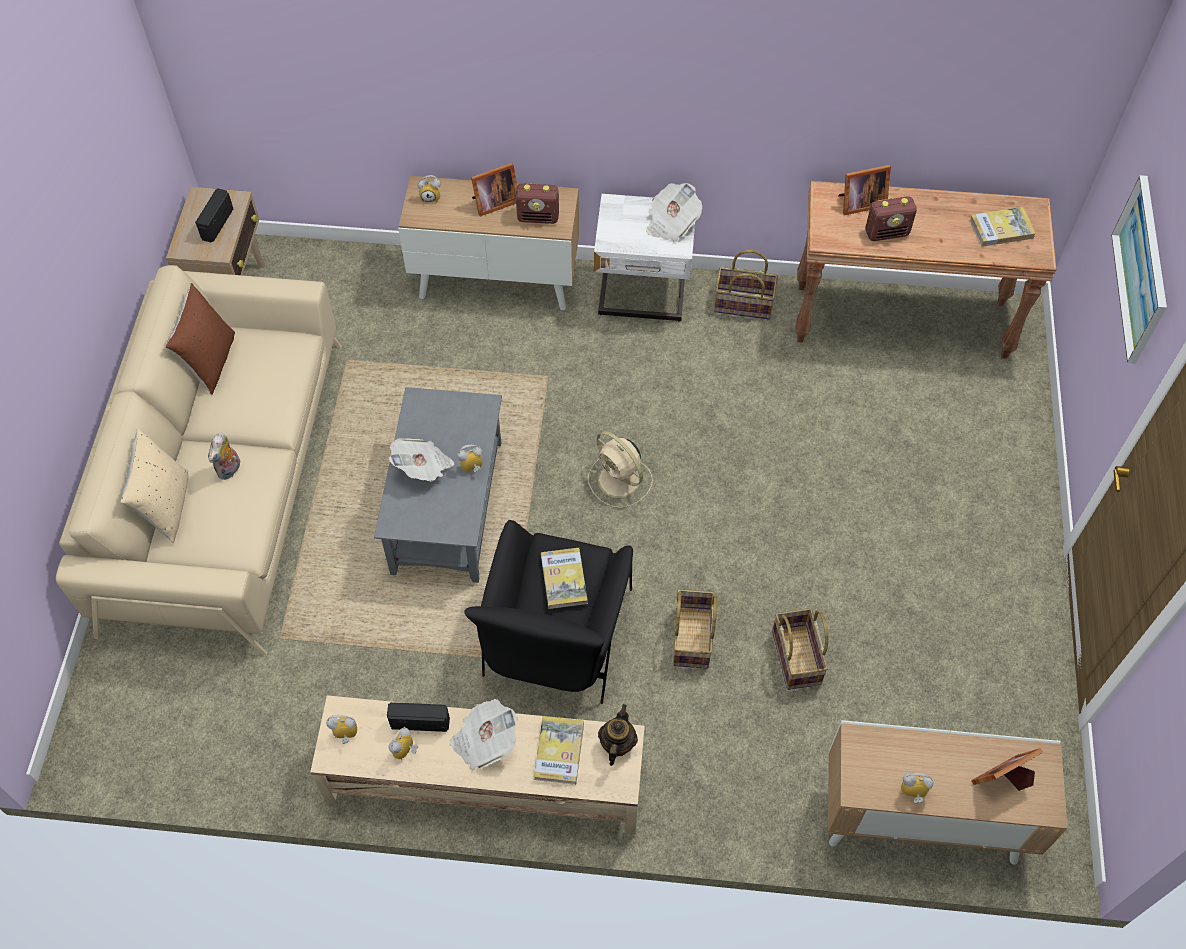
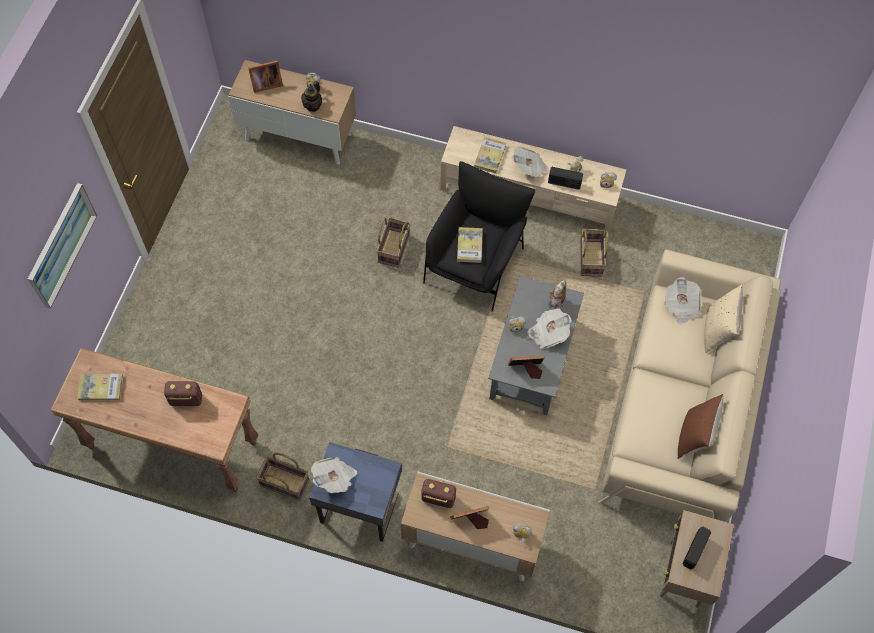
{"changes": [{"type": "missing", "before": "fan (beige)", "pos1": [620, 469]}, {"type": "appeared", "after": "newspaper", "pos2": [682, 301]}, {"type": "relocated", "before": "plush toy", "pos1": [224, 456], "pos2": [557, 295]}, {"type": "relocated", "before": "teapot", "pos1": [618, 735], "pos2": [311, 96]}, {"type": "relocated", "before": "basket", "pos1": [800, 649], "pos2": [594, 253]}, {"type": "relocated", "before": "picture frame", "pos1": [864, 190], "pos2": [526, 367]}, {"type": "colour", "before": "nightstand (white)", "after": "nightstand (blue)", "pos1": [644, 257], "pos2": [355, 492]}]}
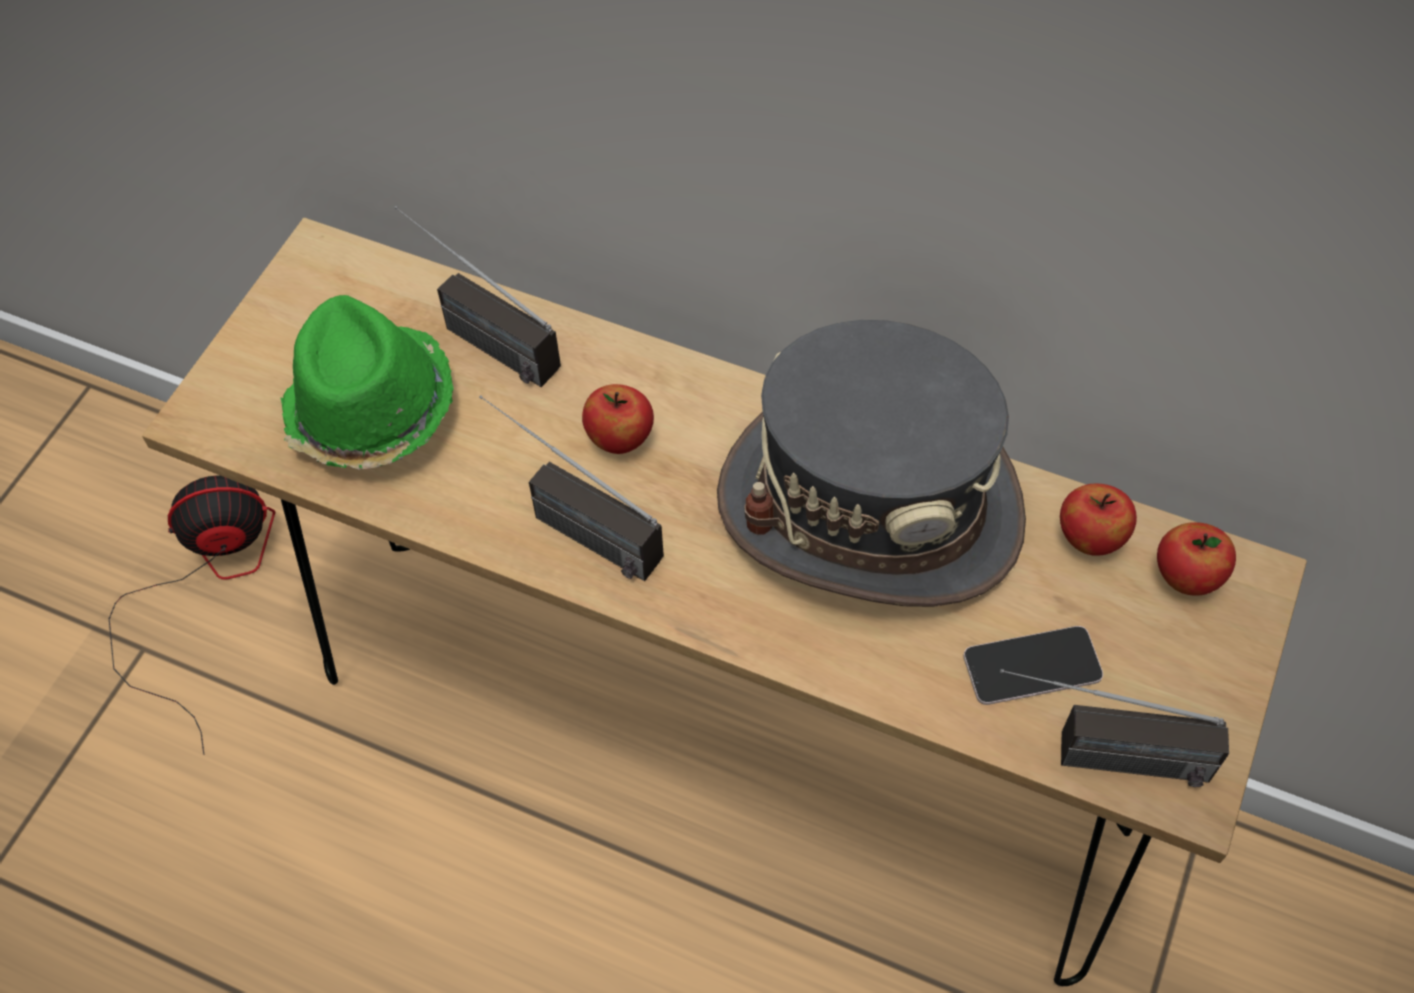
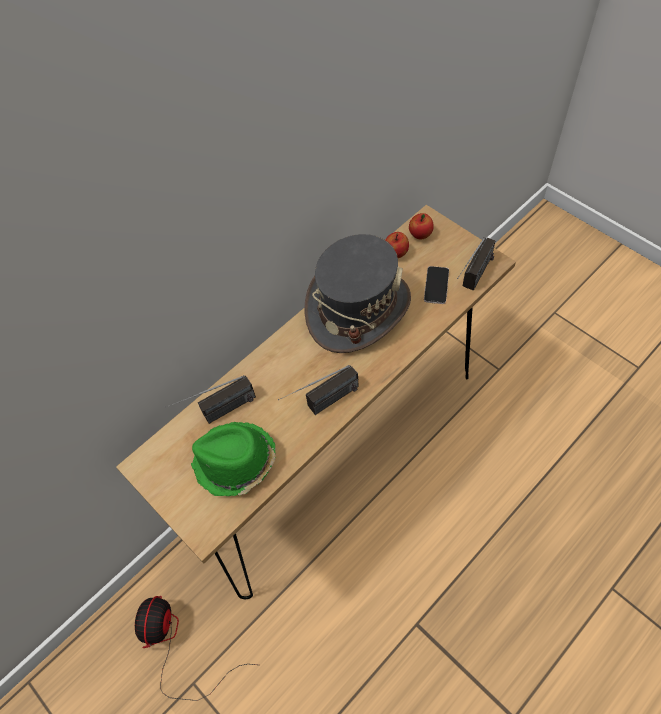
{"changes": [{"type": "missing", "before": "apple", "pos1": [618, 419]}]}
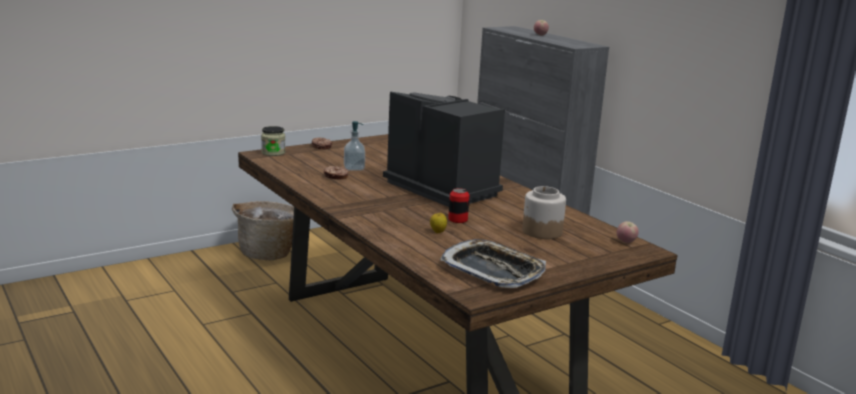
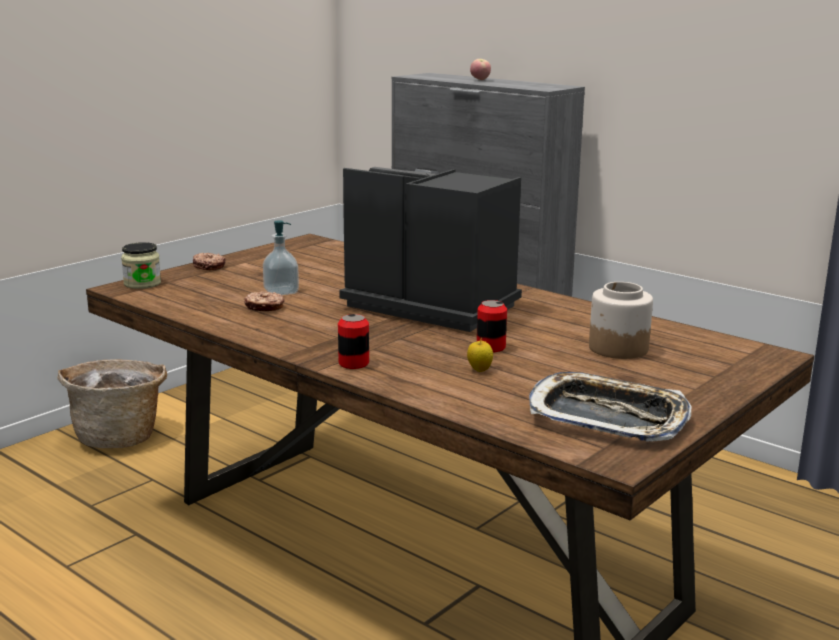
{"changes": [{"type": "missing", "before": "apple", "pos1": [627, 232]}, {"type": "appeared", "after": "can", "pos2": [353, 341]}]}
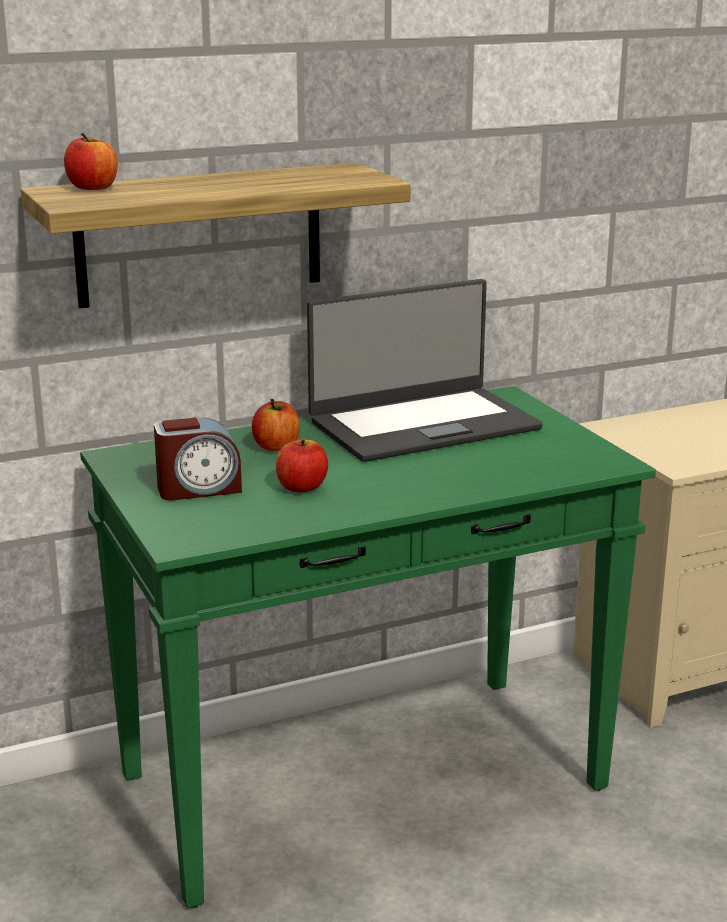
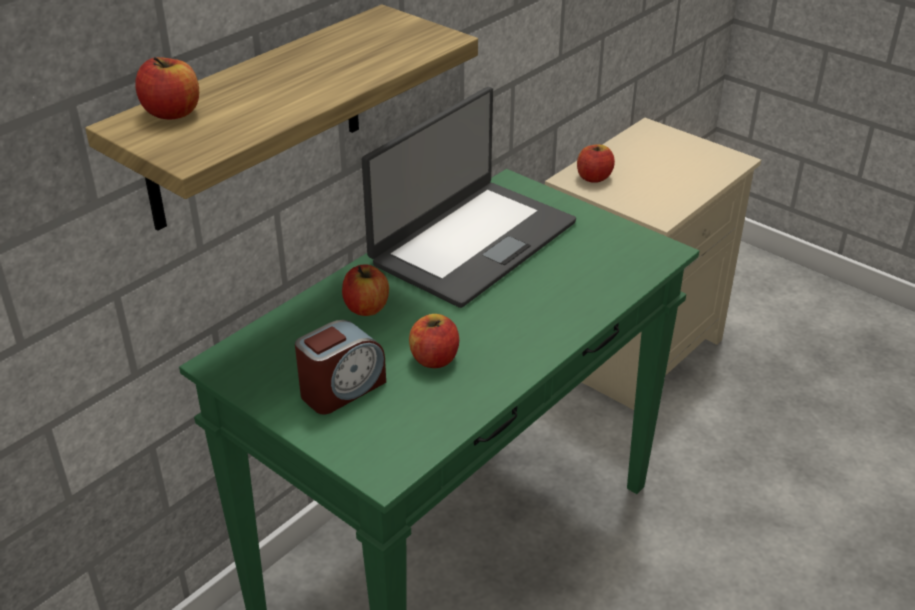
{"changes": [{"type": "appeared", "after": "apple", "pos2": [596, 163]}]}
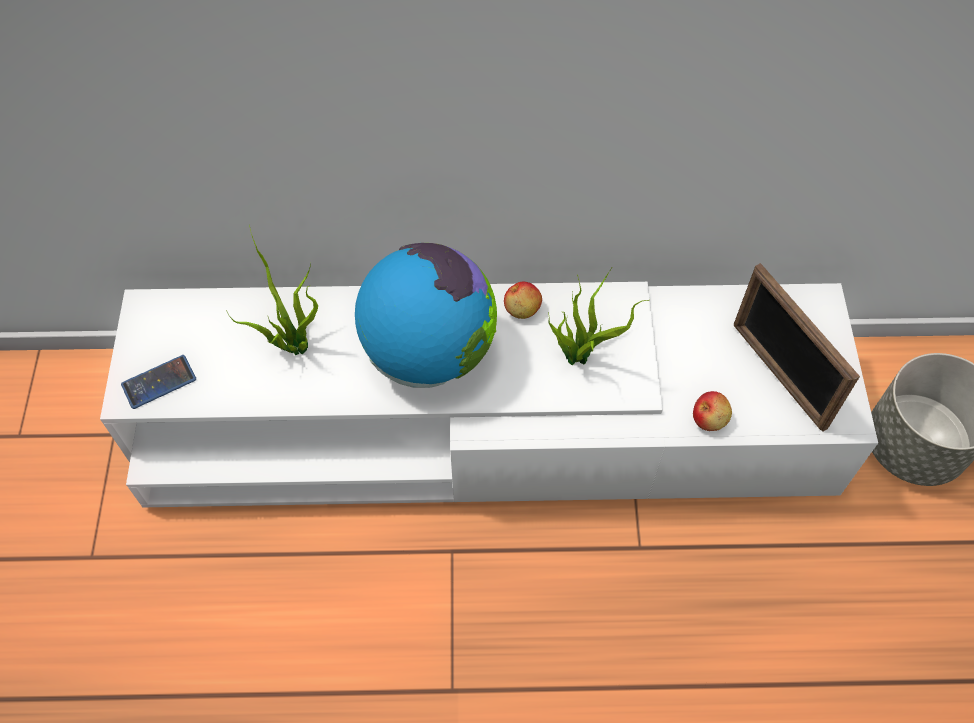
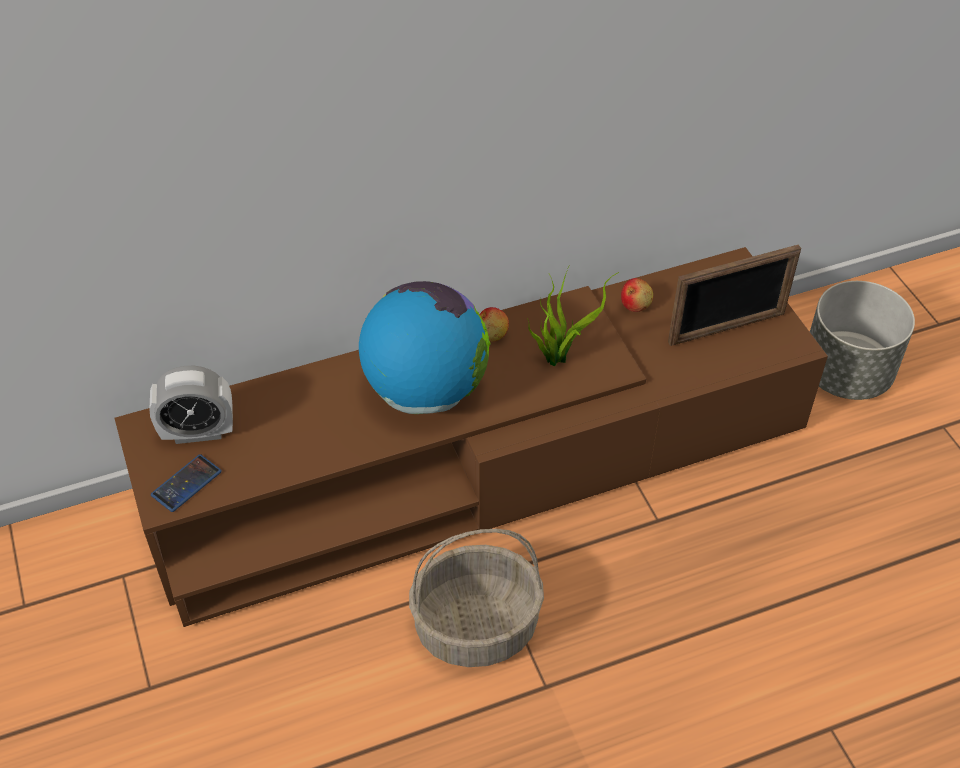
{"changes": [{"type": "missing", "before": "potted plant", "pos1": [272, 290]}, {"type": "appeared", "after": "alarm clock", "pos2": [191, 405]}, {"type": "appeared", "after": "basket", "pos2": [476, 598]}, {"type": "relocated", "before": "apple", "pos1": [712, 411], "pos2": [637, 295]}, {"type": "colour", "before": "tv stand (white)", "after": "tv stand (brown)", "pos1": [489, 394], "pos2": [471, 437]}, {"type": "spun", "before": "picture frame", "pos1": [797, 347], "pos2": [734, 295], "turn": -60}]}
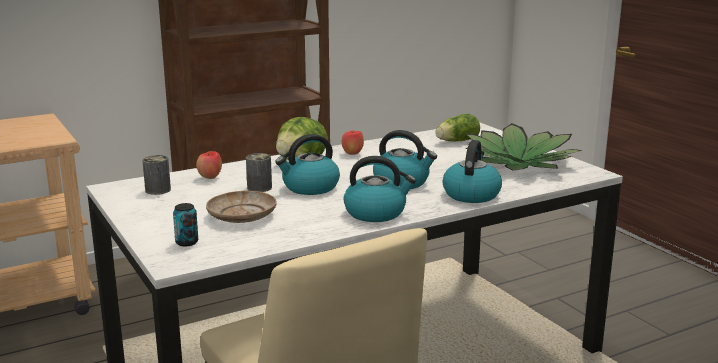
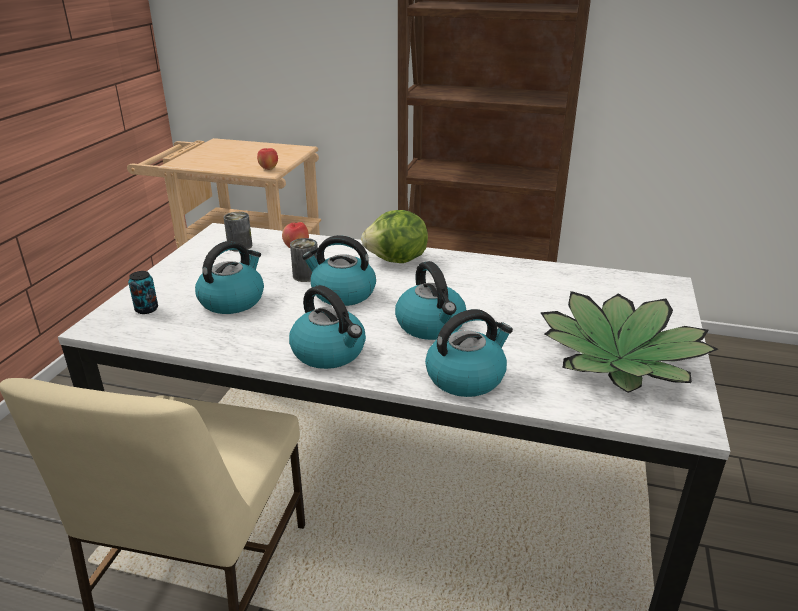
{"changes": [{"type": "missing", "before": "lettuce", "pos1": [457, 128]}, {"type": "relocated", "before": "apple", "pos1": [353, 142], "pos2": [267, 159]}, {"type": "exchanged", "before": "plate (beige)", "after": "kettle", "pos1": [241, 207], "pos2": [229, 277]}]}
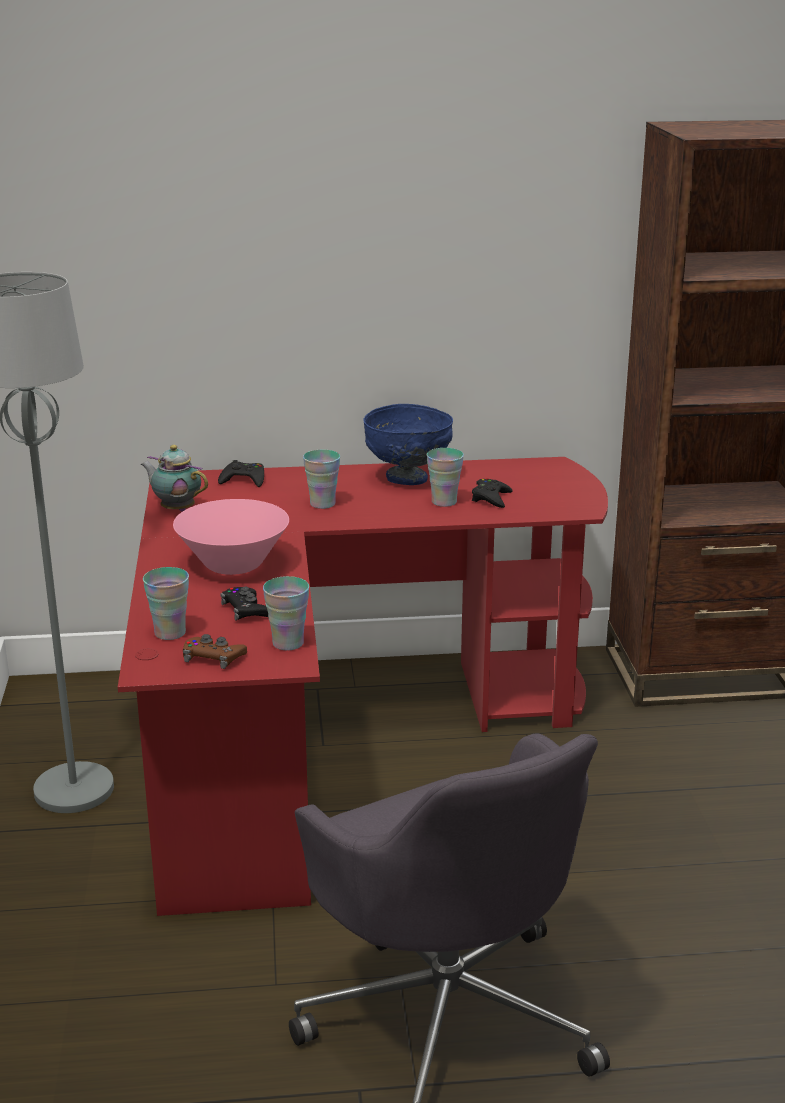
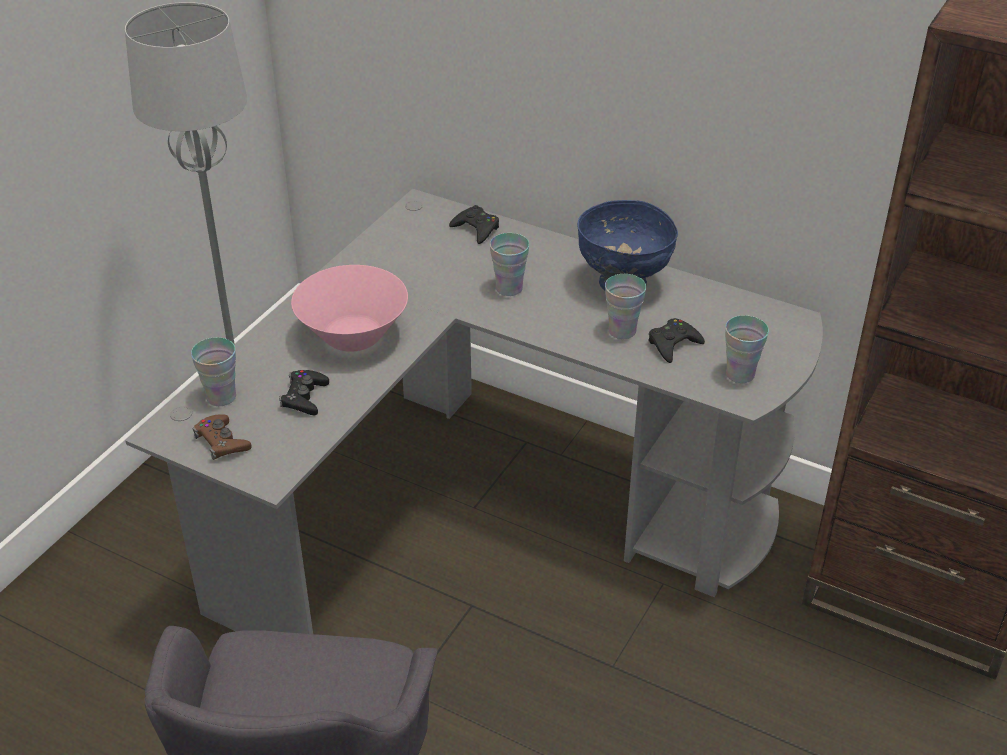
{"changes": [{"type": "missing", "before": "teapot", "pos1": [174, 478]}, {"type": "relocated", "before": "cup", "pos1": [286, 613], "pos2": [747, 349]}, {"type": "colour", "before": "desk (red)", "after": "desk (grey)", "pos1": [363, 686], "pos2": [474, 411]}]}
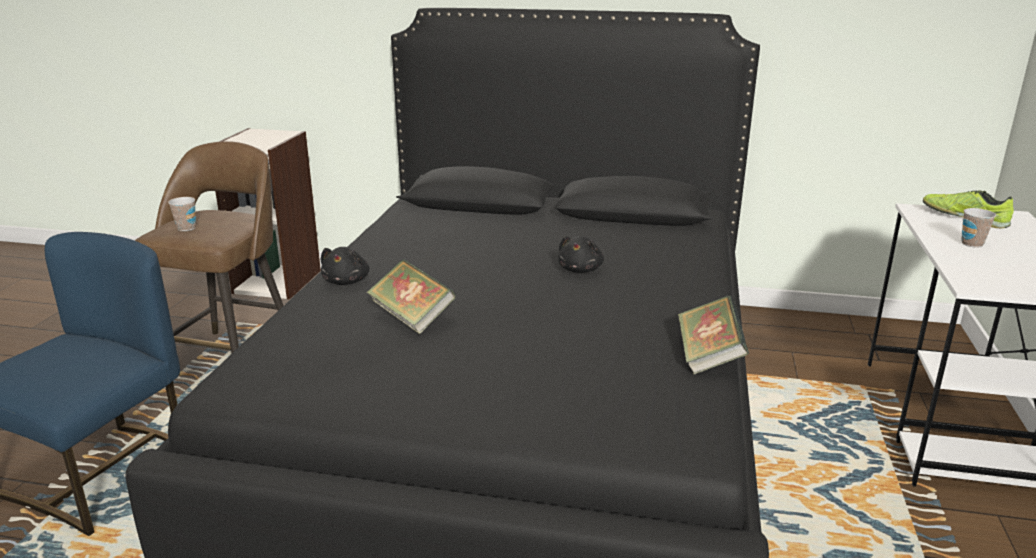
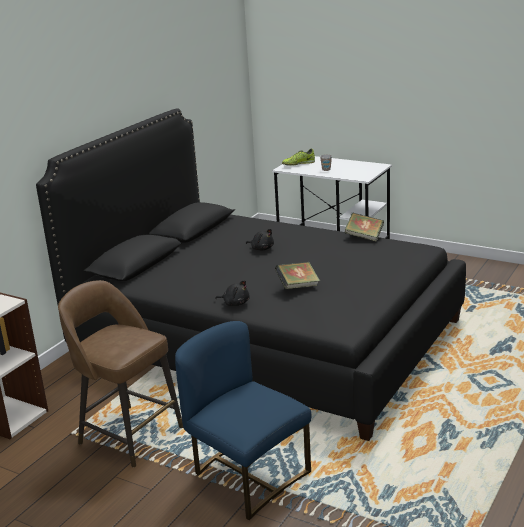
{"changes": [{"type": "missing", "before": "cup", "pos1": [182, 214]}]}
